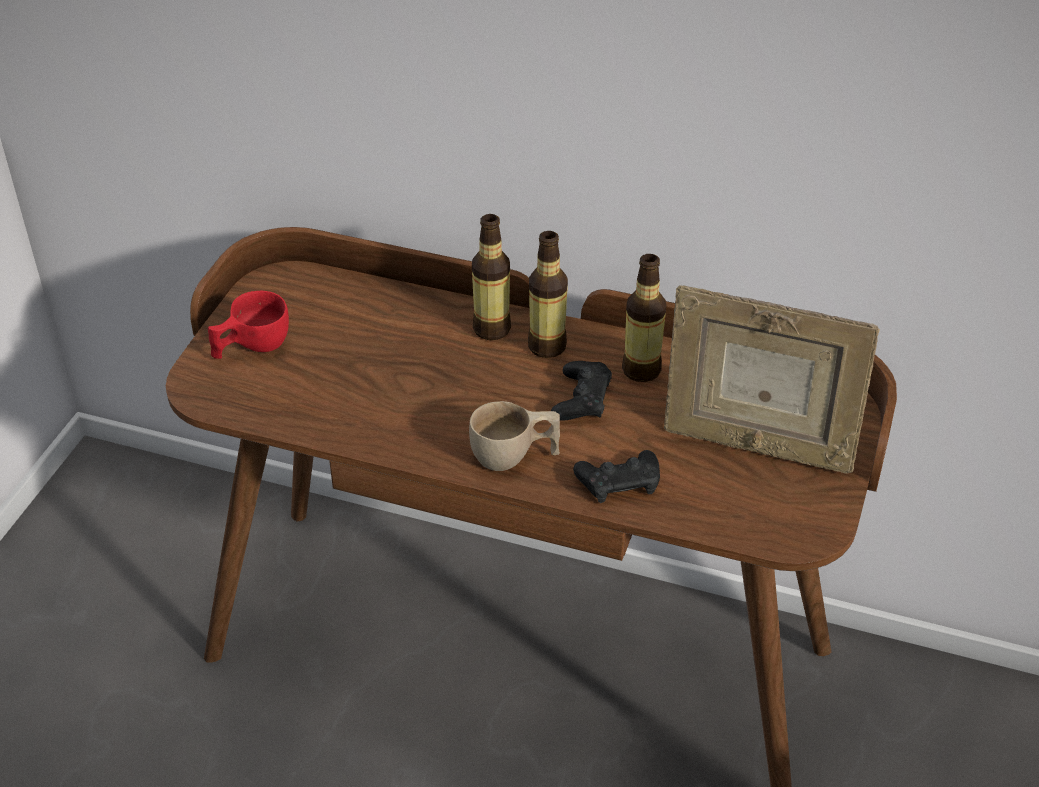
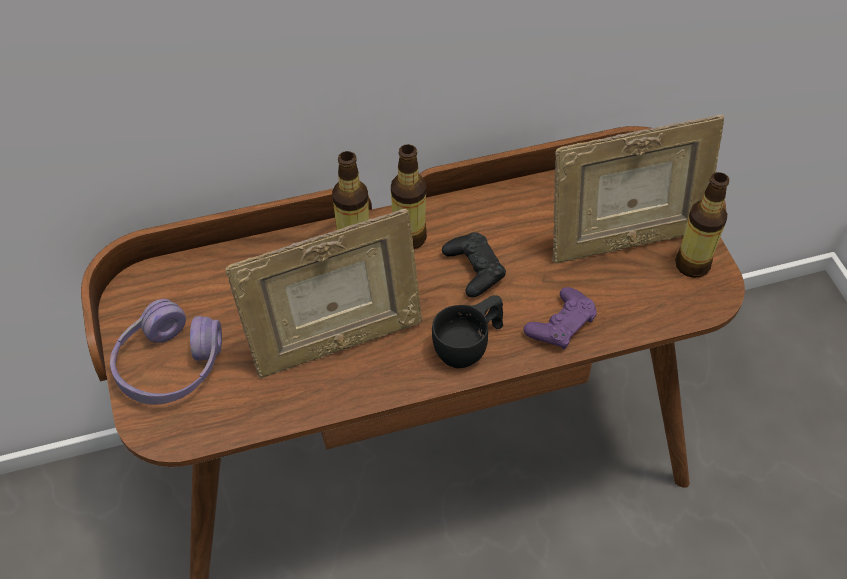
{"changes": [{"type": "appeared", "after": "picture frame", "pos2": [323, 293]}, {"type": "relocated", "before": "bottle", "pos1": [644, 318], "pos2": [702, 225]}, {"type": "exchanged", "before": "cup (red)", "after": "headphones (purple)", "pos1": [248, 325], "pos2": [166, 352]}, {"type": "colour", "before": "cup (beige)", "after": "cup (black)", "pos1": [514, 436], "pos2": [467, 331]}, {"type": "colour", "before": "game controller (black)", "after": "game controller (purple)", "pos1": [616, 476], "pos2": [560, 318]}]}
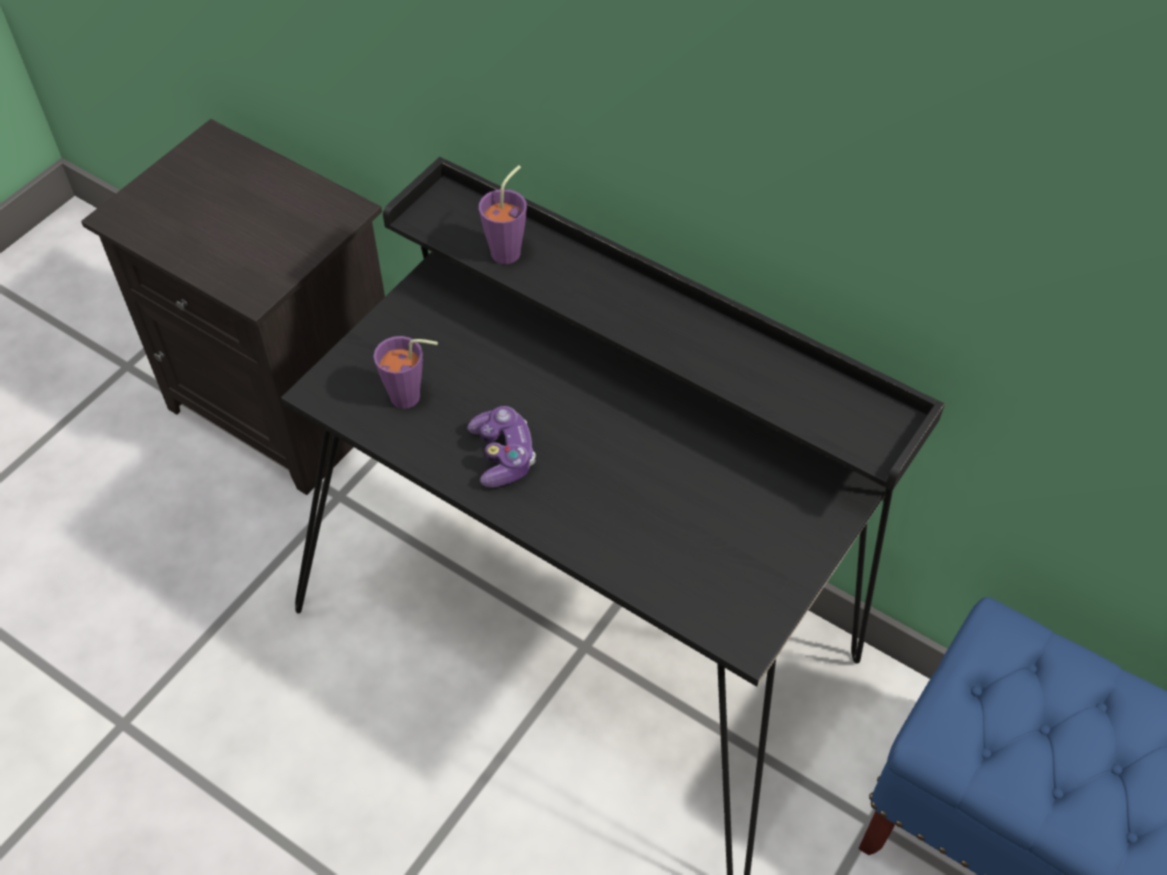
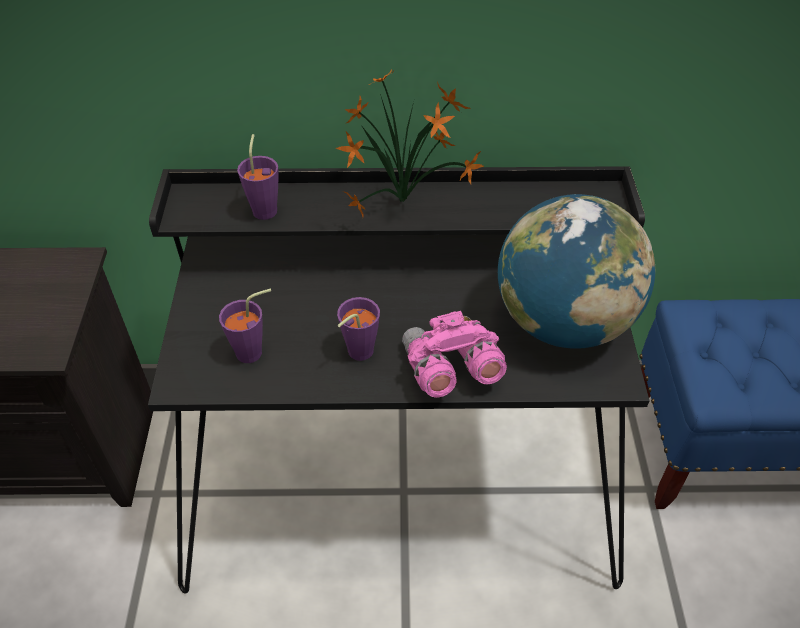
{"changes": [{"type": "appeared", "after": "potted plant", "pos2": [410, 143]}, {"type": "appeared", "after": "binoculars (pink)", "pos2": [454, 354]}, {"type": "appeared", "after": "globe", "pos2": [576, 271]}, {"type": "exchanged", "before": "game controller", "after": "cup (purple)", "pos1": [501, 447], "pos2": [358, 329]}]}
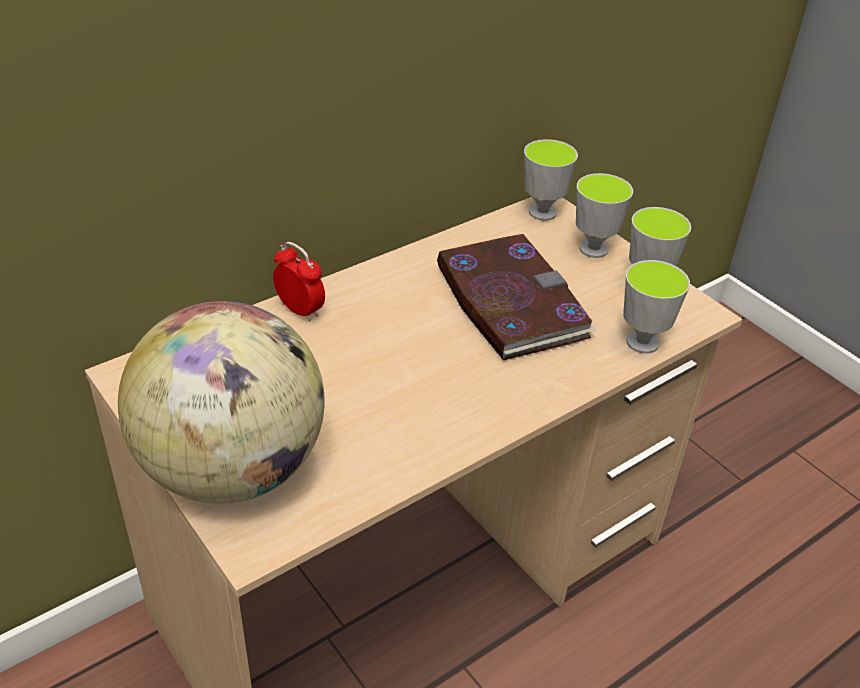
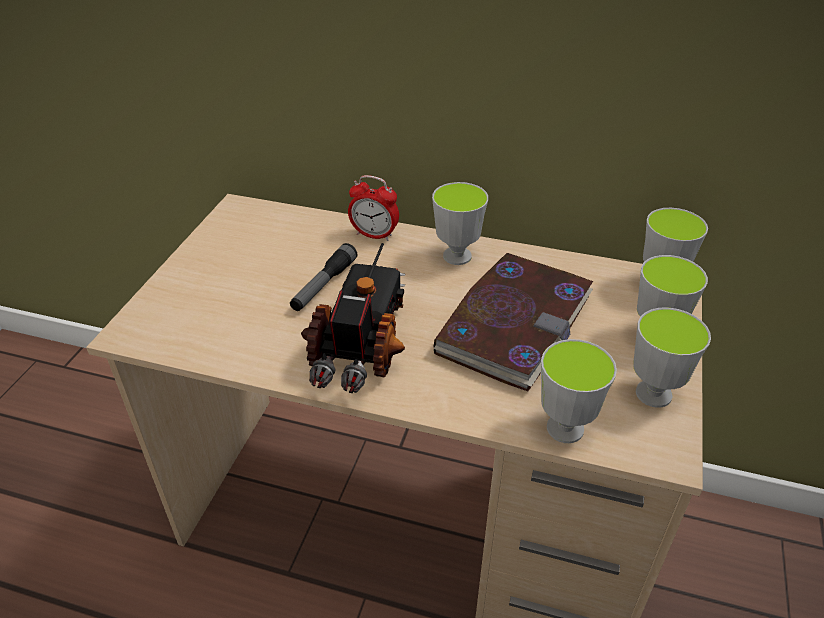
{"changes": [{"type": "missing", "before": "globe", "pos1": [221, 402]}, {"type": "appeared", "after": "flashlight", "pos2": [323, 277]}, {"type": "appeared", "after": "toy truck", "pos2": [353, 318]}, {"type": "appeared", "after": "cup", "pos2": [460, 223]}, {"type": "spun", "before": "alarm clock", "pos1": [299, 282], "pos2": [373, 208], "turn": 105}]}
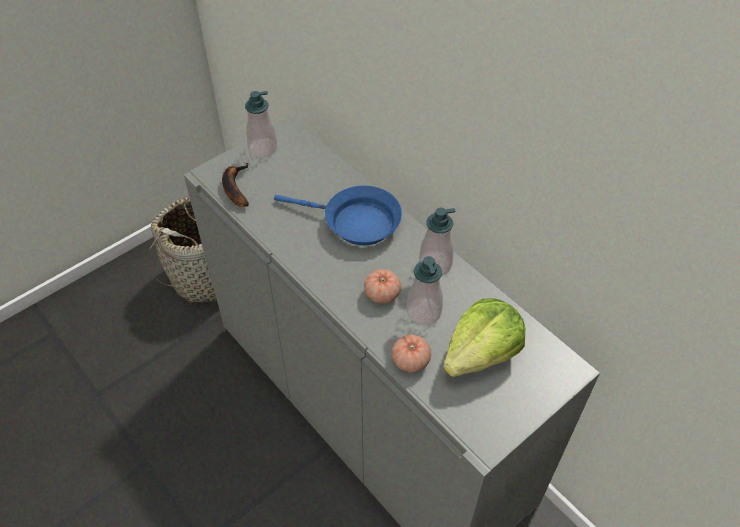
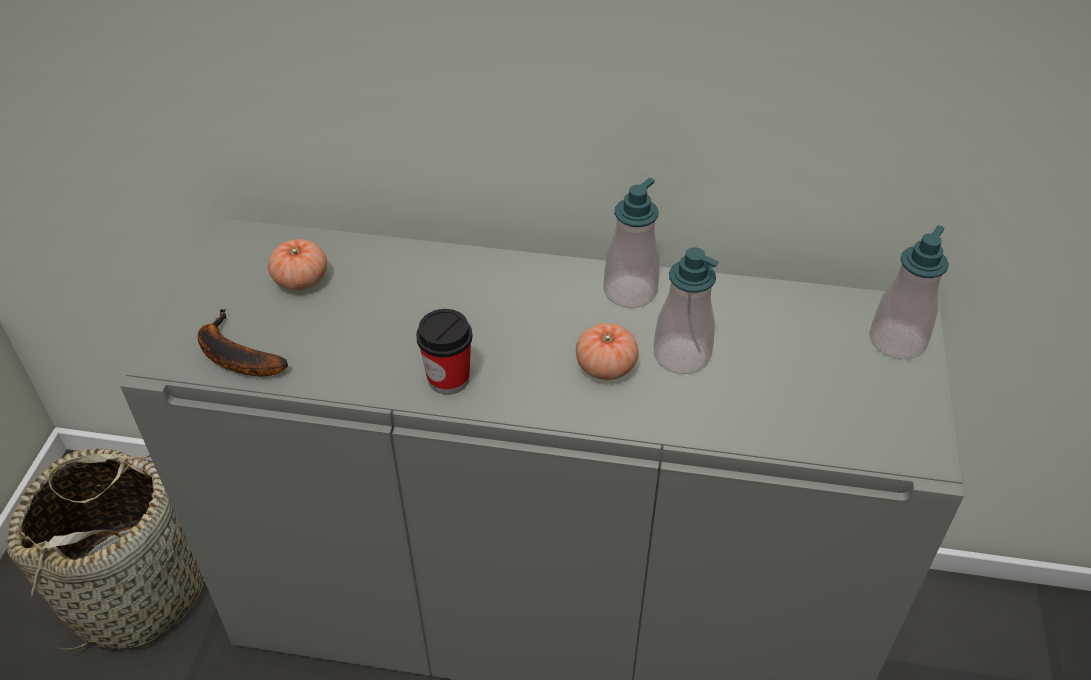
{"changes": [{"type": "missing", "before": "frying pan (blue)", "pos1": [338, 216]}, {"type": "missing", "before": "lettuce", "pos1": [484, 337]}, {"type": "appeared", "after": "cup", "pos2": [444, 352]}, {"type": "relocated", "before": "soap dispenser", "pos1": [261, 124], "pos2": [909, 292]}, {"type": "relocated", "before": "tomato", "pos1": [411, 353], "pos2": [297, 264]}]}
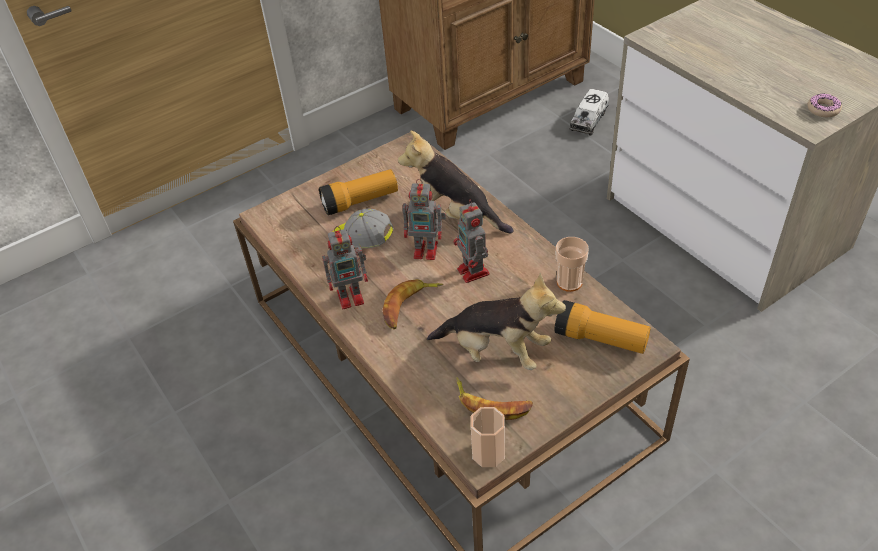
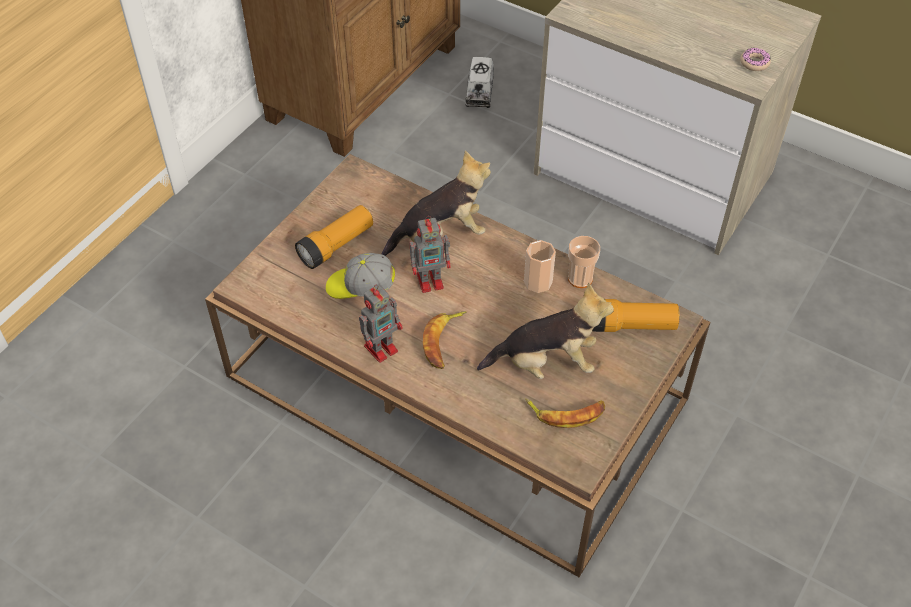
{"changes": [{"type": "missing", "before": "toy robot", "pos1": [471, 241]}, {"type": "relocated", "before": "cup", "pos1": [488, 437], "pos2": [540, 266]}, {"type": "spun", "before": "plush toy", "pos1": [456, 182], "pos2": [436, 203], "turn": 150}]}
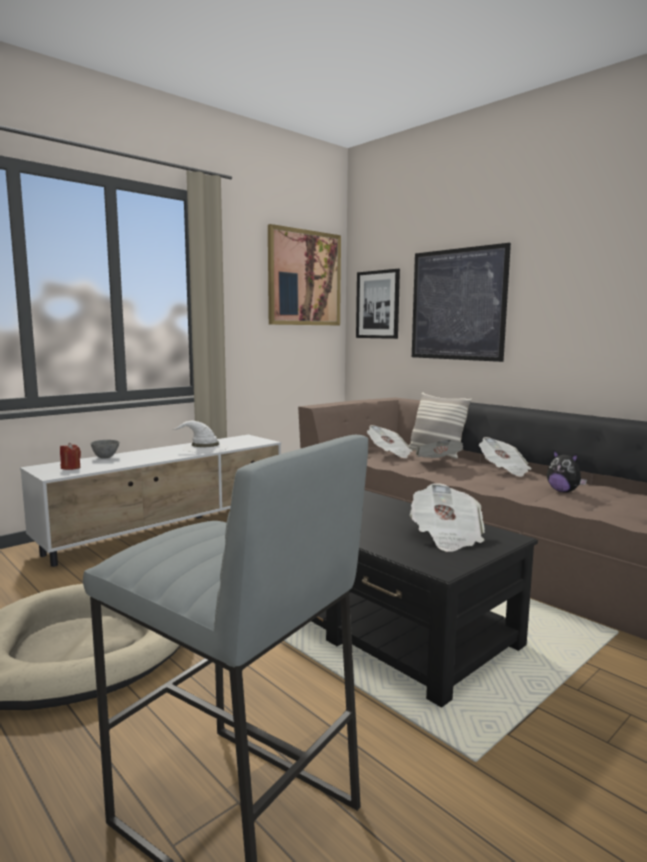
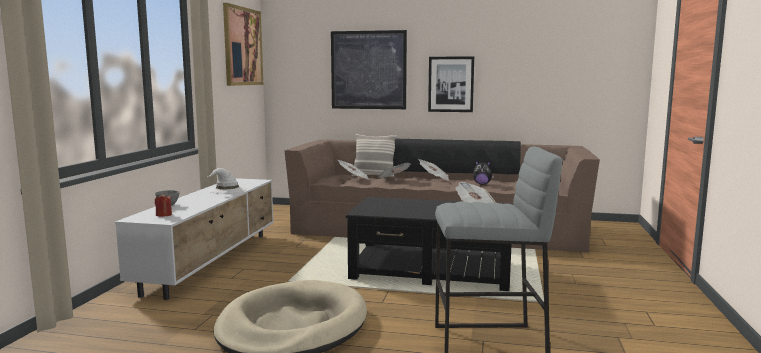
{"changes": [{"type": "relocated", "before": "picture", "pos1": [378, 304], "pos2": [451, 84]}]}
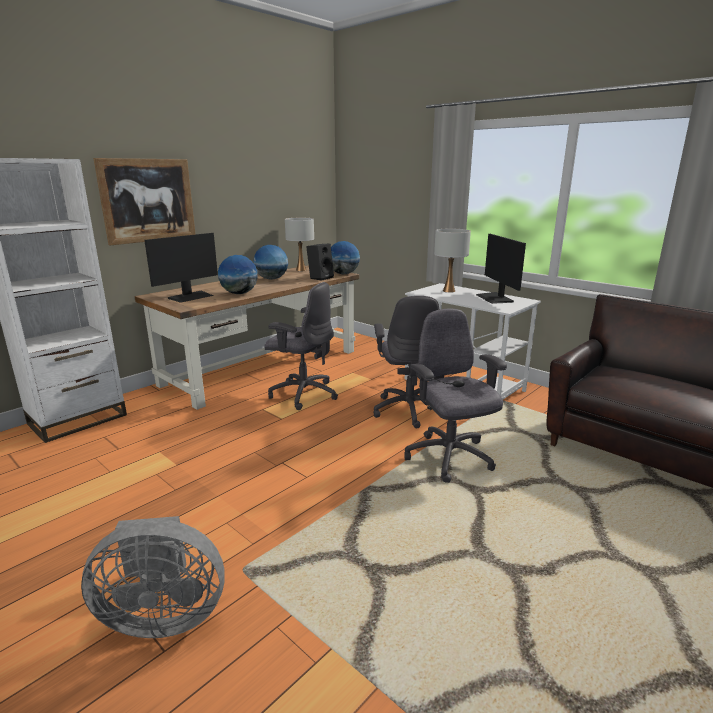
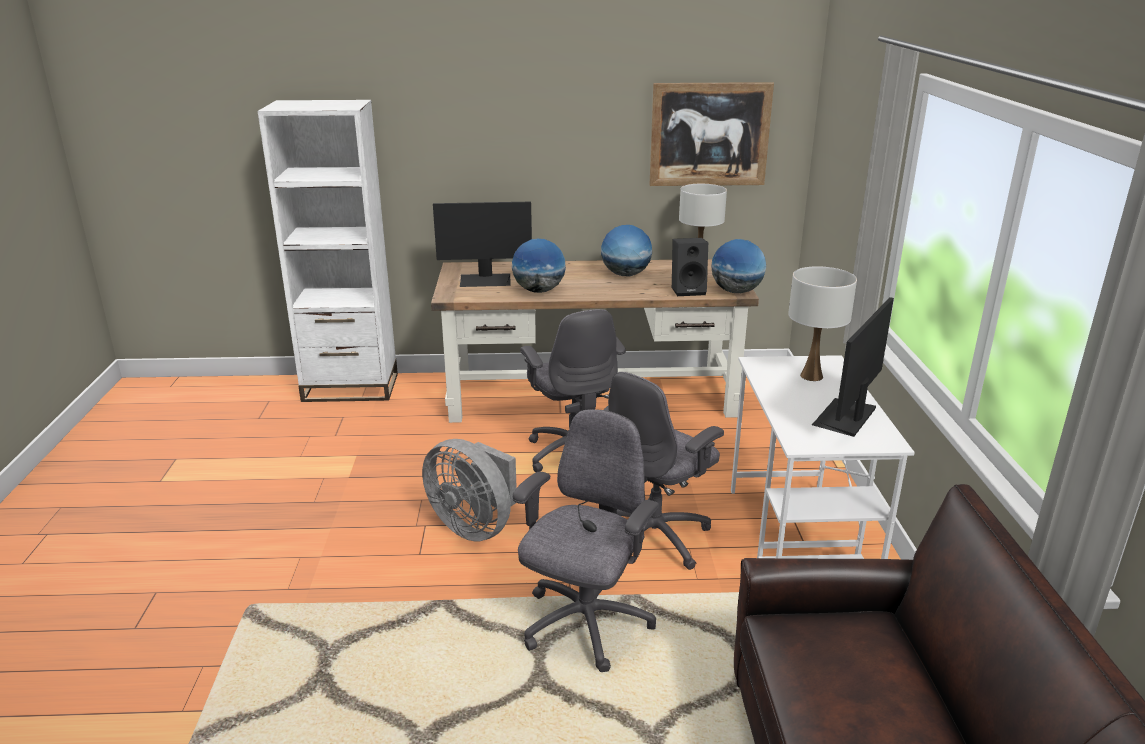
{"changes": [{"type": "relocated", "before": "fan (grey)", "pos1": [153, 577], "pos2": [469, 490]}, {"type": "relocated", "before": "picture", "pos1": [144, 201], "pos2": [712, 134]}]}
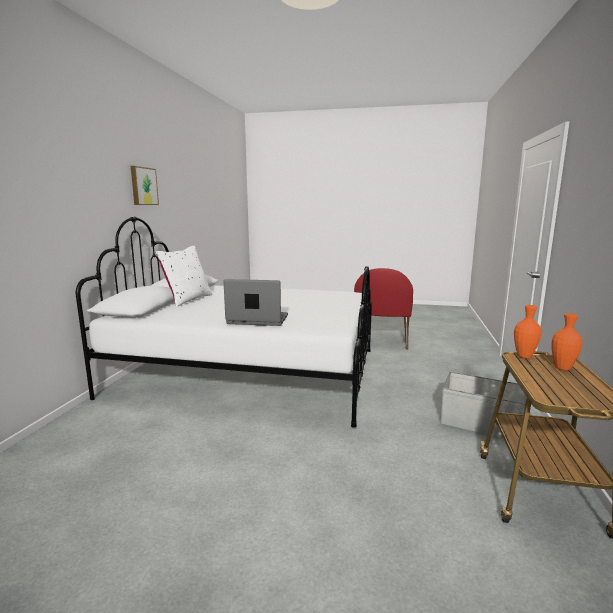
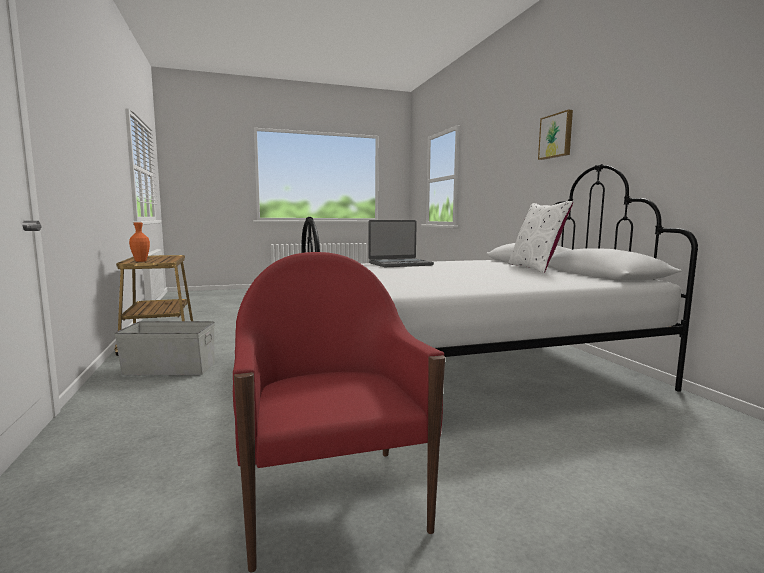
{"changes": [{"type": "missing", "before": "vase (orange)", "pos1": [528, 331]}, {"type": "relocated", "before": "picture", "pos1": [145, 185], "pos2": [555, 135]}]}
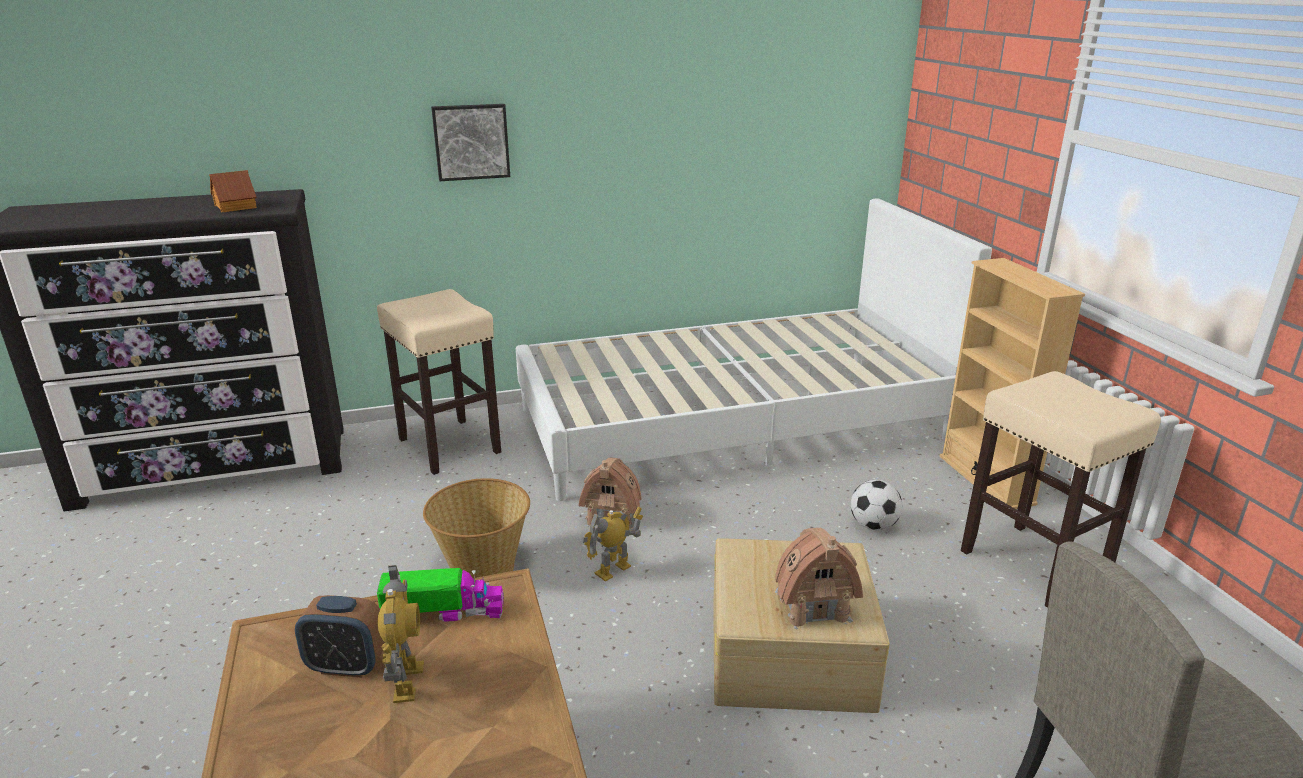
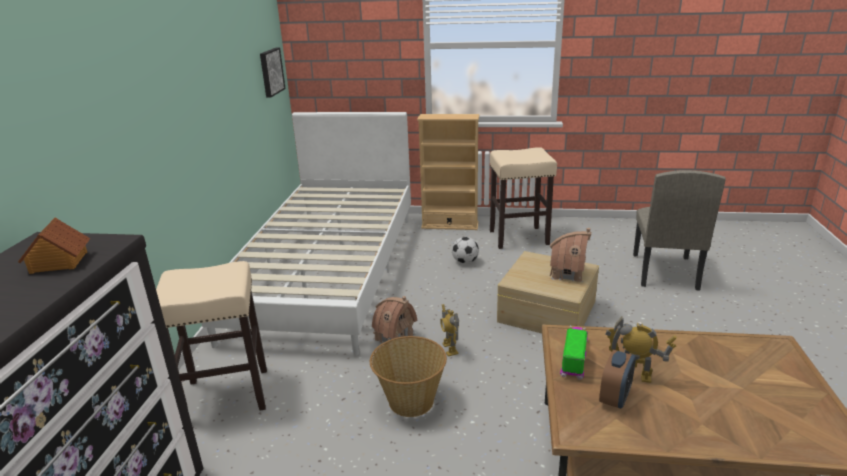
{"changes": [{"type": "relocated", "before": "picture", "pos1": [470, 142], "pos2": [273, 73]}]}
